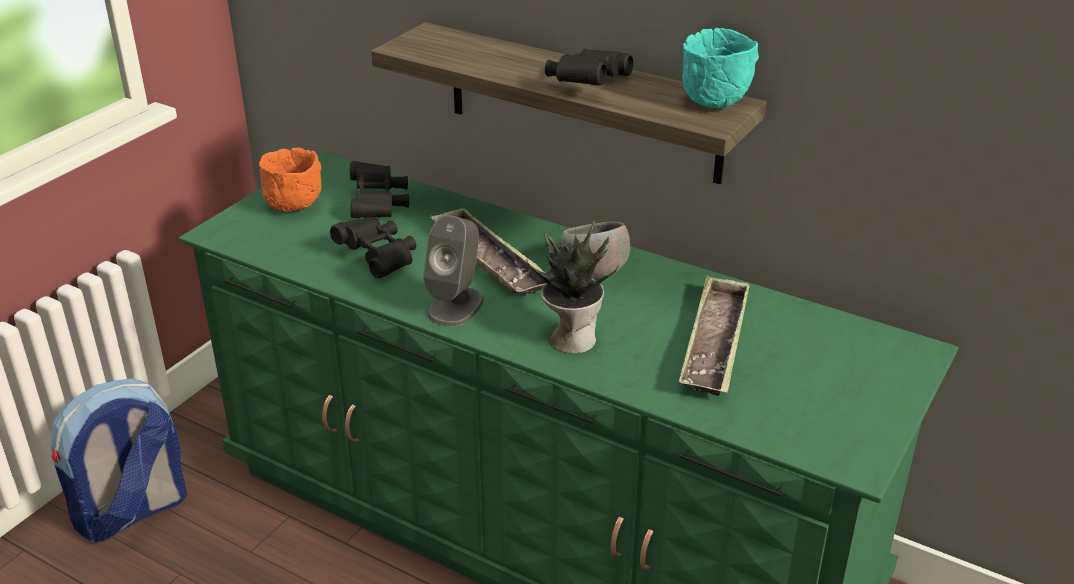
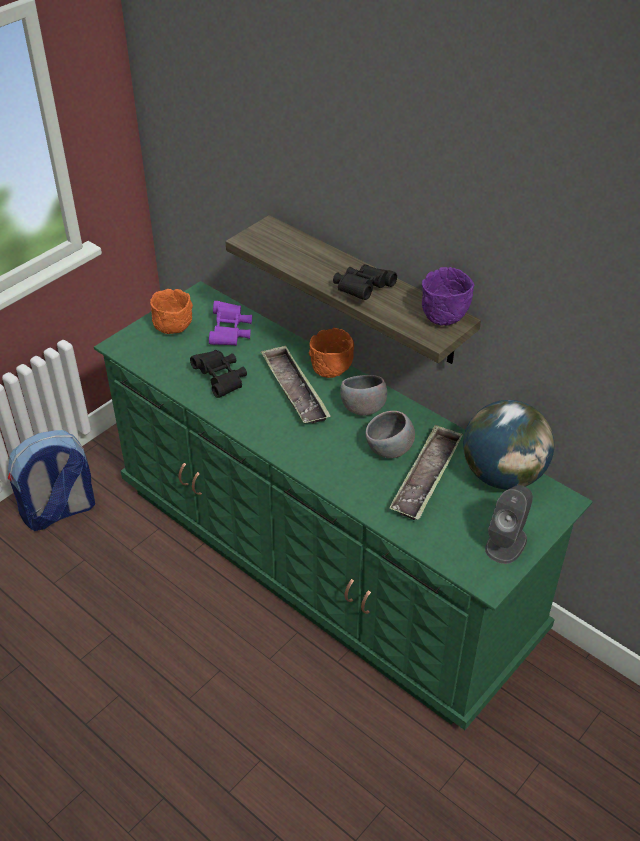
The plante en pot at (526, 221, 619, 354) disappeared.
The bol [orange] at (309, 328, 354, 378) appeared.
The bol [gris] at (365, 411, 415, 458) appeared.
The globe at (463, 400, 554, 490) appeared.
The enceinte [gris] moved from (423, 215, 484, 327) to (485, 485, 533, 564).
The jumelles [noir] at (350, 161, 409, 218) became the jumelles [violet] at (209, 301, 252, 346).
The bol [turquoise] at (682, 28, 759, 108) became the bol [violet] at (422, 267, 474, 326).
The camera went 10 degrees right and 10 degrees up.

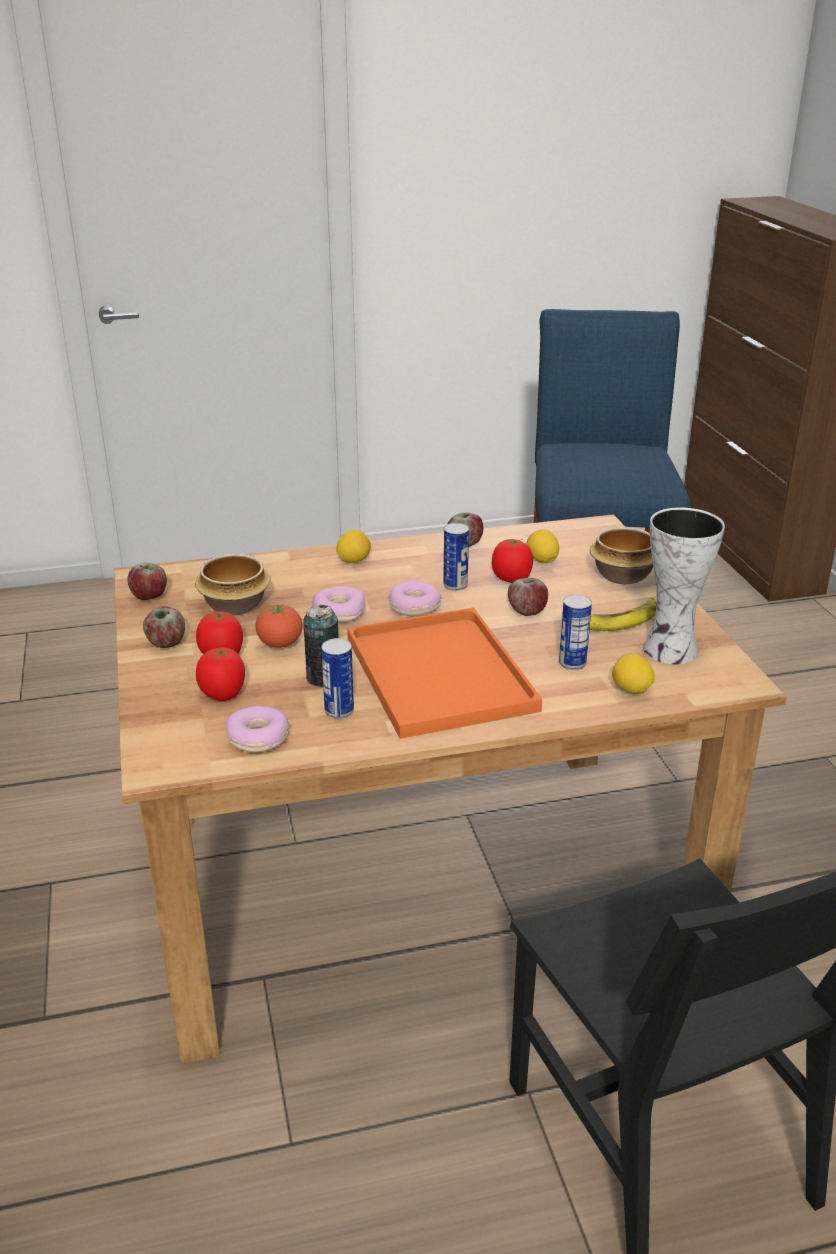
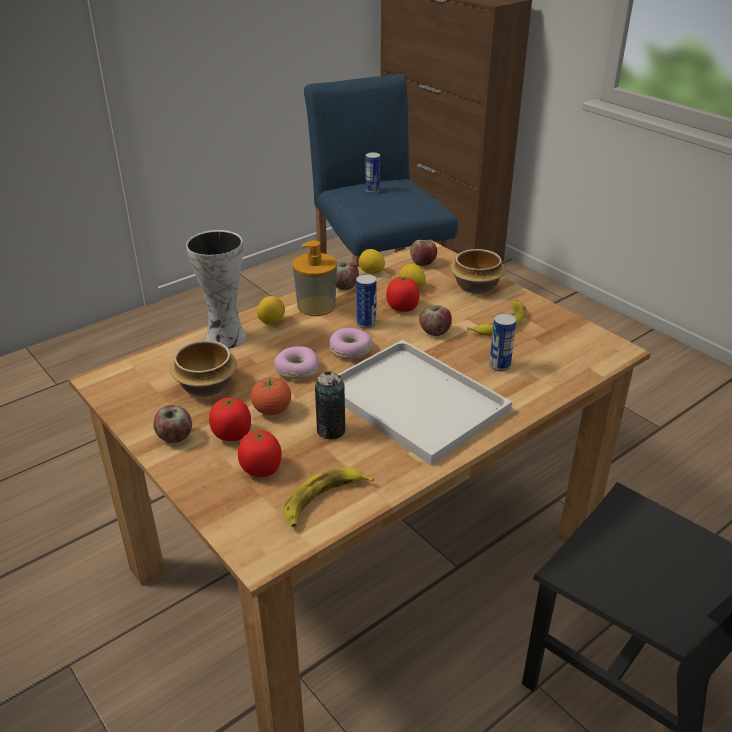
The distributeur de savon at (293, 240, 337, 316) appeared.
The pomme moved from (127, 563, 167, 600) to (410, 240, 437, 266).
The boîte métallique moved from (321, 638, 354, 719) to (366, 152, 380, 193).
The citron moved from (612, 654, 655, 694) to (359, 249, 385, 274).
The vase moved from (643, 507, 725, 665) to (186, 230, 247, 349).
The beignet at (226, 706, 290, 753) was replaced by the banane at (284, 467, 374, 527).
The plateau [orange] at (347, 608, 542, 739) became the plateau [blanc] at (338, 340, 512, 465).
The camera went 25 degrees left and 5 degrees up.

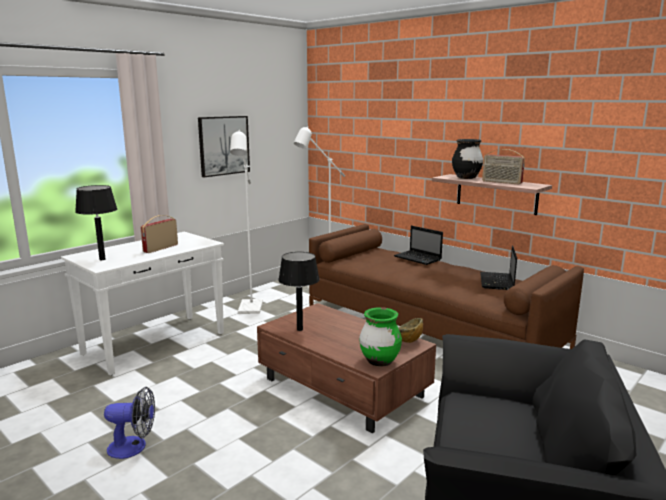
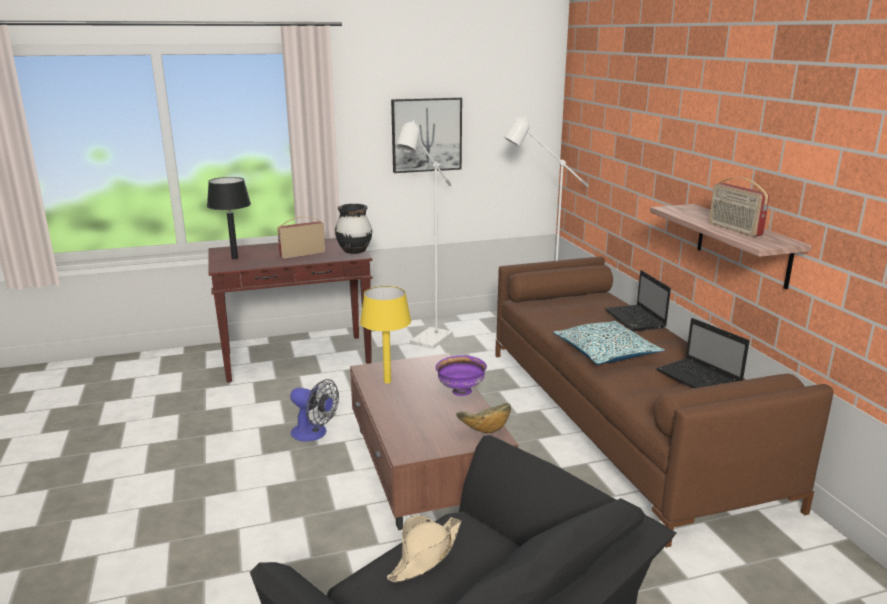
The vase [vert] at (359, 307, 402, 366) disappeared.
The chapeau [beige] at (387, 515, 461, 582) appeared.
The bol [violet] at (435, 355, 487, 396) appeared.
The coussin at (553, 321, 665, 365) appeared.
The ventilateur moved from (104, 387, 155, 459) to (290, 379, 339, 442).
The vase [noir] moved from (452, 139, 483, 179) to (335, 204, 372, 254).
The table console [blanc] at (61, 232, 224, 376) became the table console [marron] at (208, 238, 373, 383).
The lampe de table [noir] at (278, 252, 320, 331) became the lampe de table [jaune] at (360, 286, 411, 383).
The ordinateur portable at (480, 246, 517, 290) turned 75 degrees counterclockwise.
The camera went 30 degrees right and 5 degrees up.

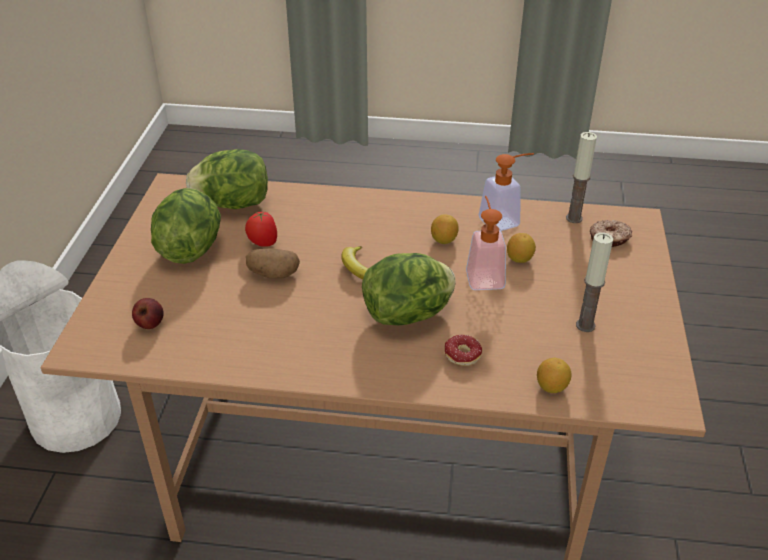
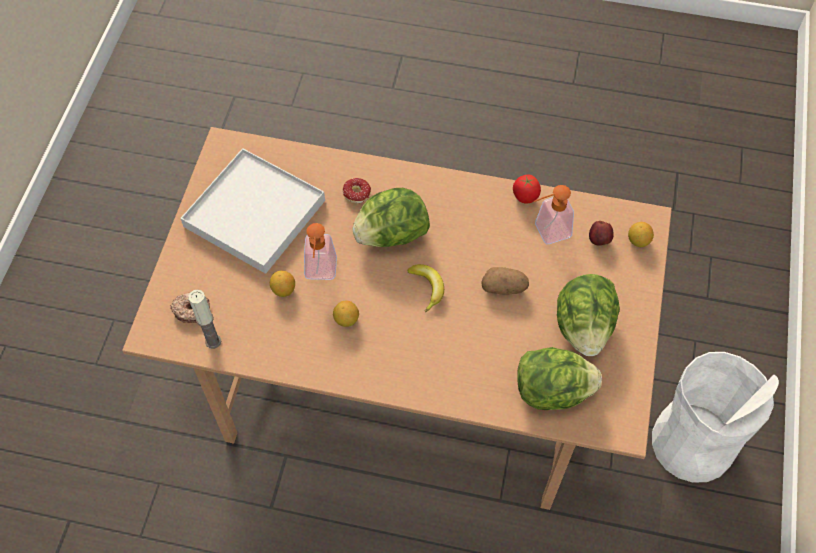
The tomate moved from (245, 212, 277, 247) to (513, 174, 541, 203).
The distributeur de savon moved from (479, 153, 534, 231) to (534, 185, 574, 244).
The citron moved from (537, 358, 572, 393) to (628, 222, 654, 247).
The bougie at (576, 232, 613, 332) was replaced by the plateau [blanc] at (180, 148, 325, 274).
The camera went 175 degrees left and 20 degrees up.

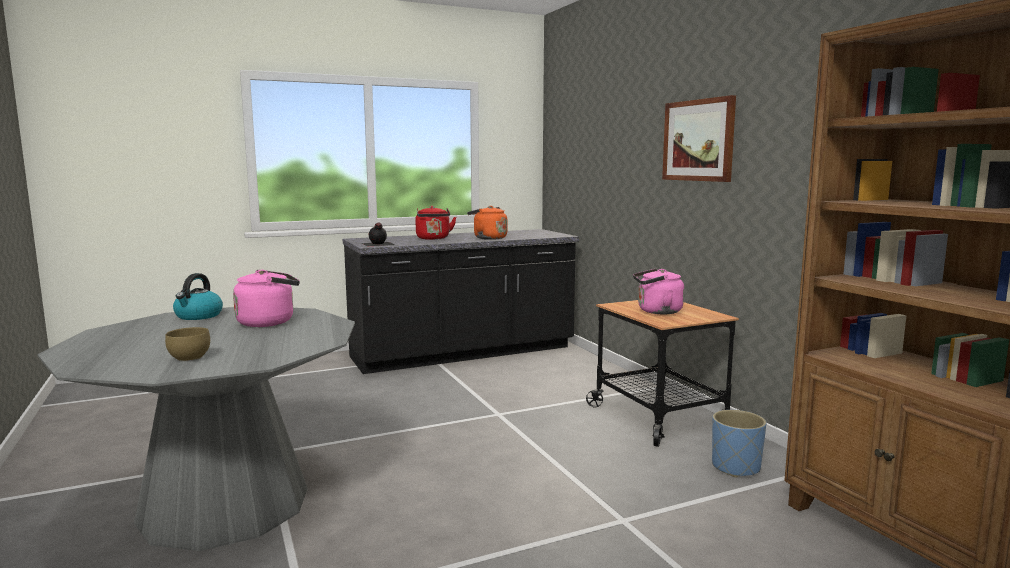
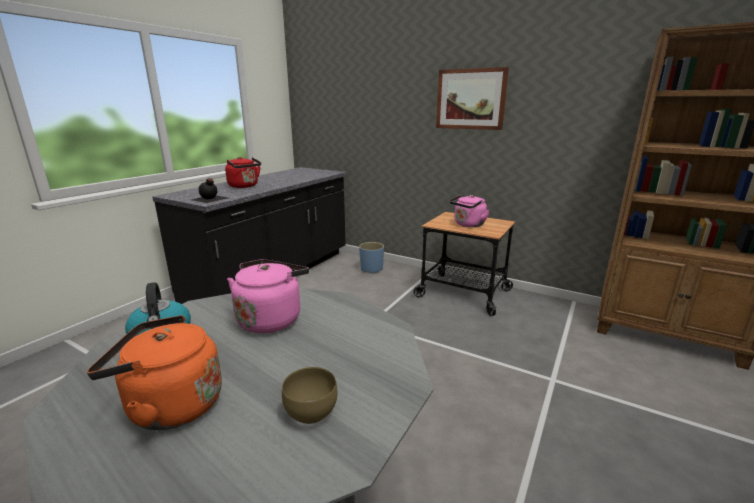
The bouilloire [orange] moved from (467, 206, 507, 240) to (87, 315, 222, 430).
The cache-pot [bleu] moved from (712, 410, 766, 478) to (359, 242, 384, 274).
The camera went 35 degrees left and 10 degrees up.

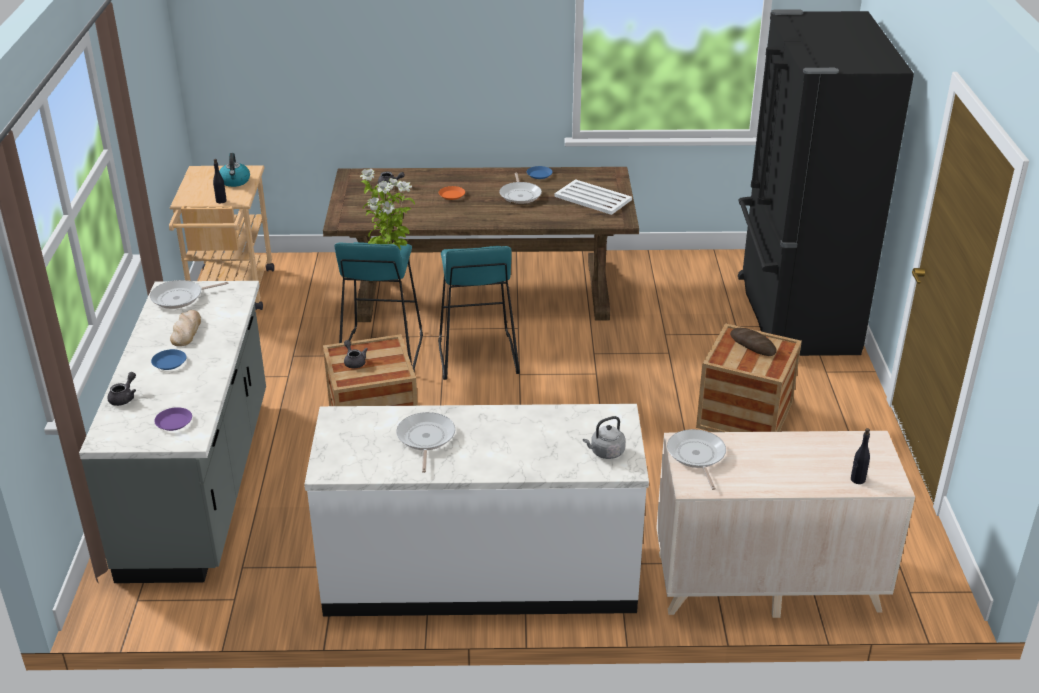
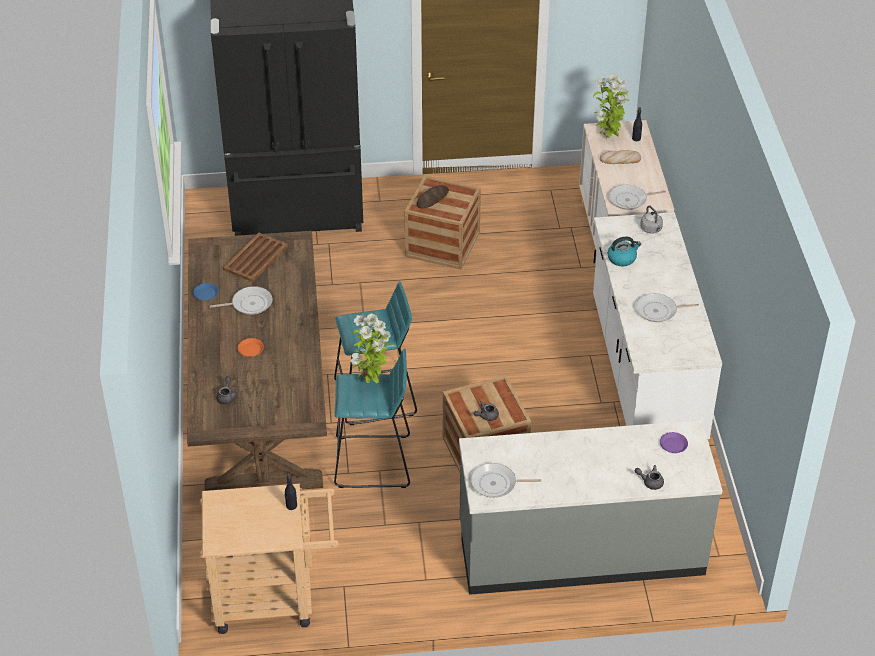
The assiette [bleu] at (151, 349, 186, 370) disappeared.
The plante en pot at (593, 74, 629, 140) appeared.
The pain moved from (170, 310, 201, 346) to (600, 150, 641, 164).
The bouilloire moved from (219, 153, 250, 187) to (607, 236, 641, 266).
The plateau [blanc] at (554, 179, 632, 215) became the plateau [marron] at (223, 233, 288, 282).
The poêle at (150, 280, 229, 309) turned 120 degrees clockwise.
The camera went 95 degrees left and 10 degrees up.

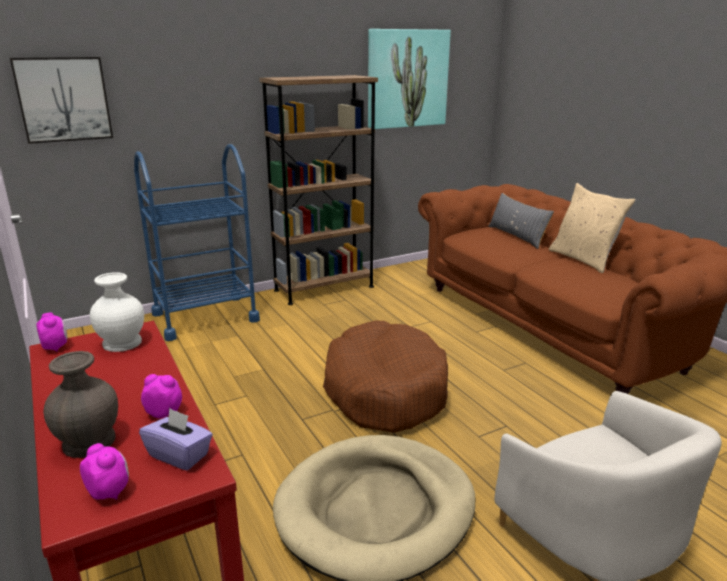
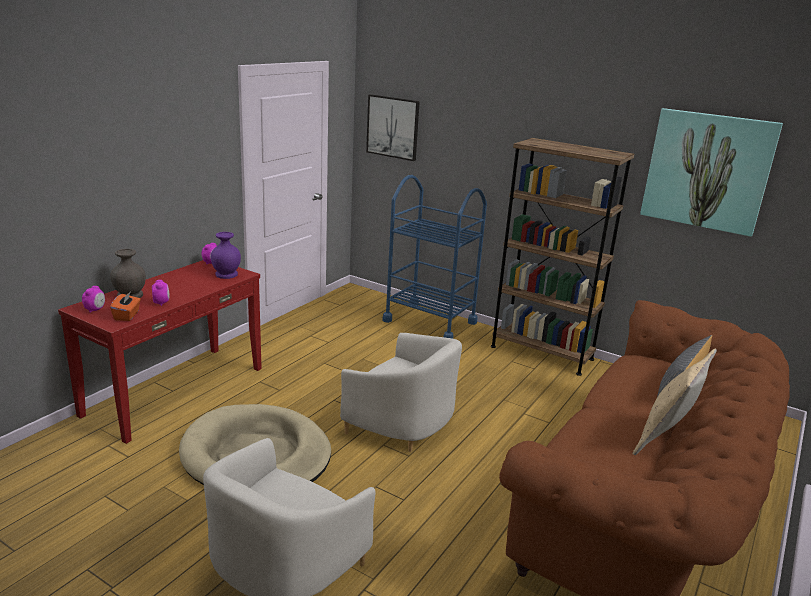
The panier pour chien [marron] at (323, 321, 448, 433) was replaced by the fauteuil [blanc] at (340, 333, 462, 452).
The vase [blanc] at (90, 272, 144, 352) became the vase [violet] at (211, 232, 241, 279).
The boîte à mouchoirs [violet] at (139, 408, 213, 470) became the boîte à mouchoirs [orange] at (110, 291, 141, 321).
The camera went 60 degrees right and 0 degrees up.

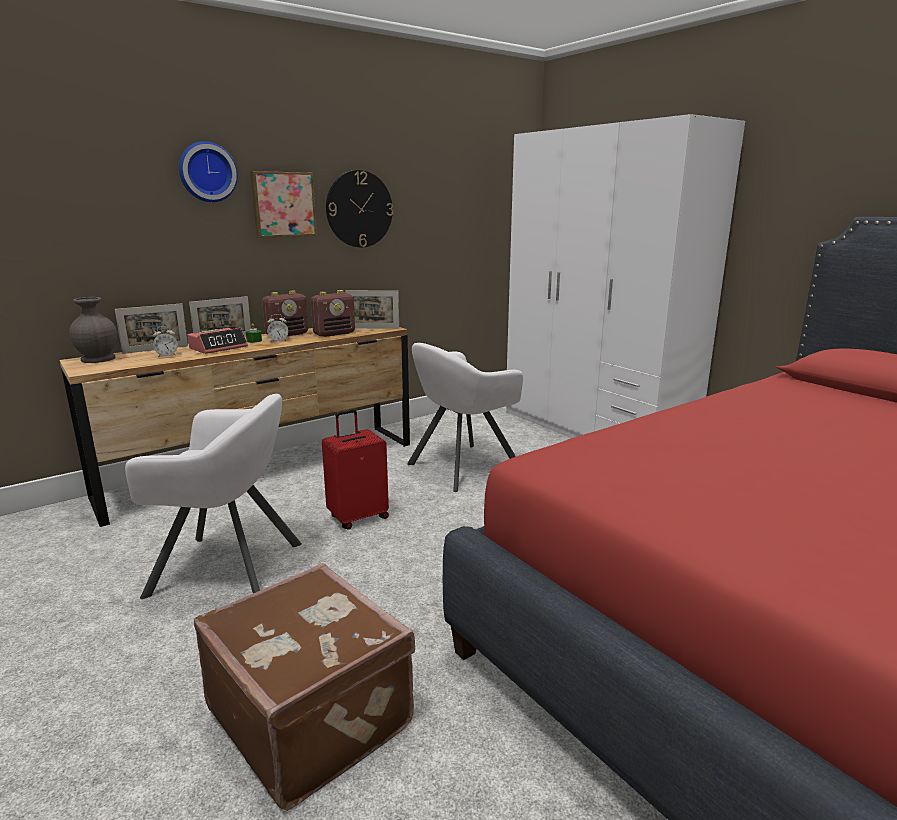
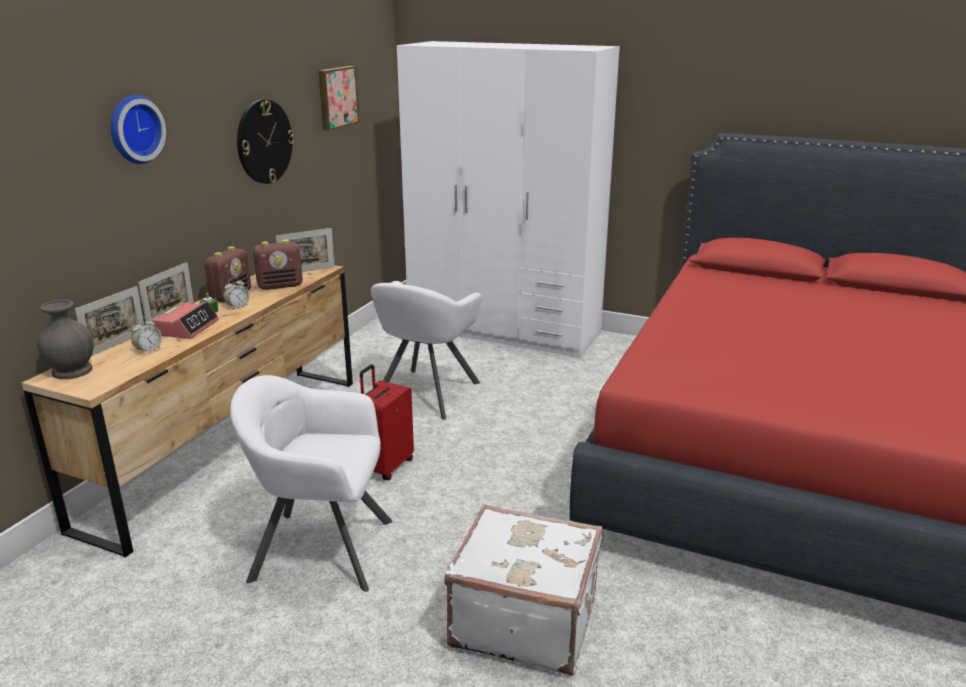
The tableau moved from (250, 171, 317, 238) to (318, 66, 359, 131).
The valise [marron] at (194, 563, 415, 811) became the valise [blanc] at (444, 504, 603, 676).
The fauteuil [blanc] at (125, 394, 302, 599) turned 150 degrees counterclockwise.
The radio at (311, 290, 355, 337) turned 45 degrees clockwise.
The camera went 30 degrees left and 5 degrees up.

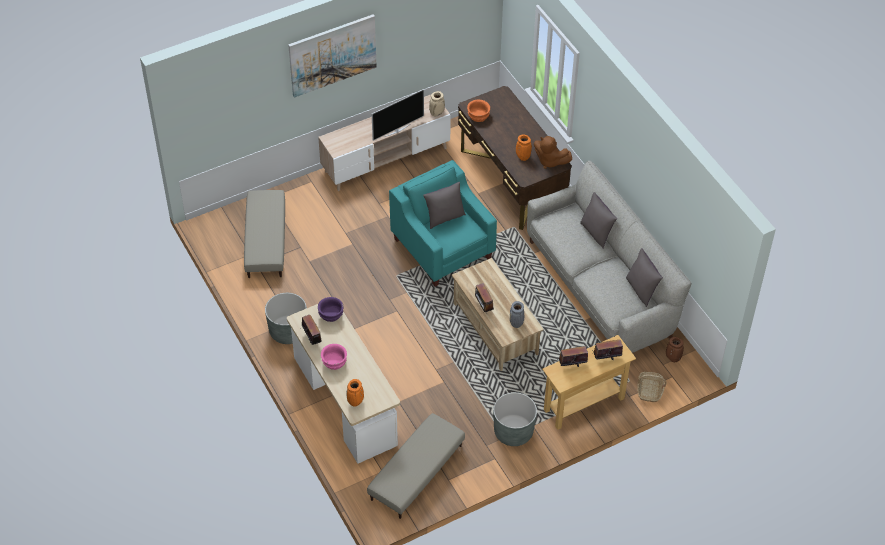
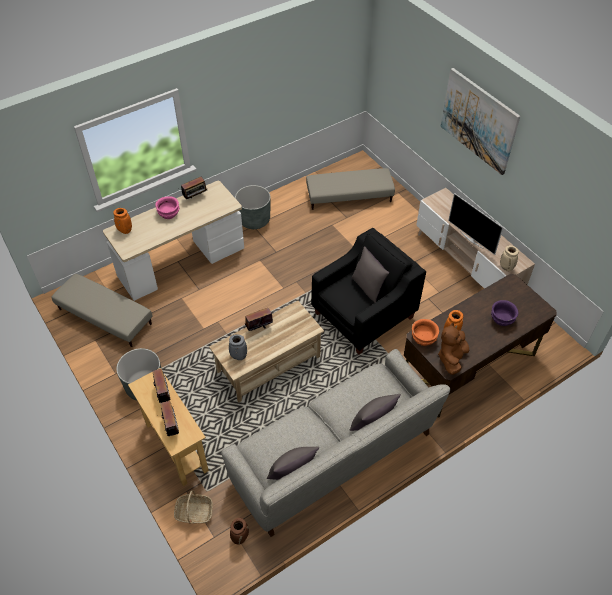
The bol [violet] moved from (318, 297, 343, 322) to (491, 300, 518, 326).
The bol [orange] moved from (467, 100, 490, 122) to (412, 319, 439, 346).
The fauteuil [turquoise] at (389, 160, 497, 287) became the fauteuil [noir] at (311, 228, 426, 355).
The camera went 85 degrees right and 0 degrees up.

